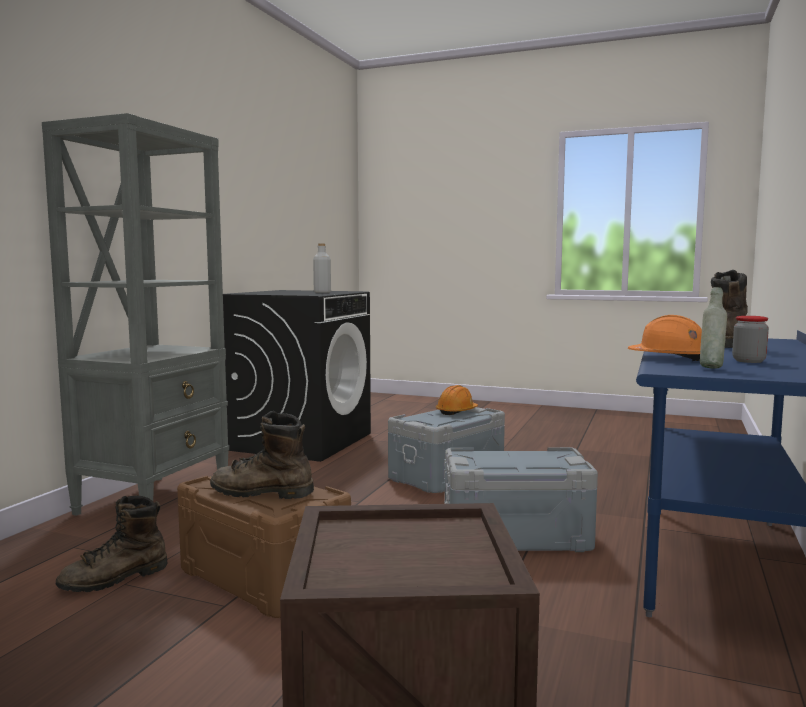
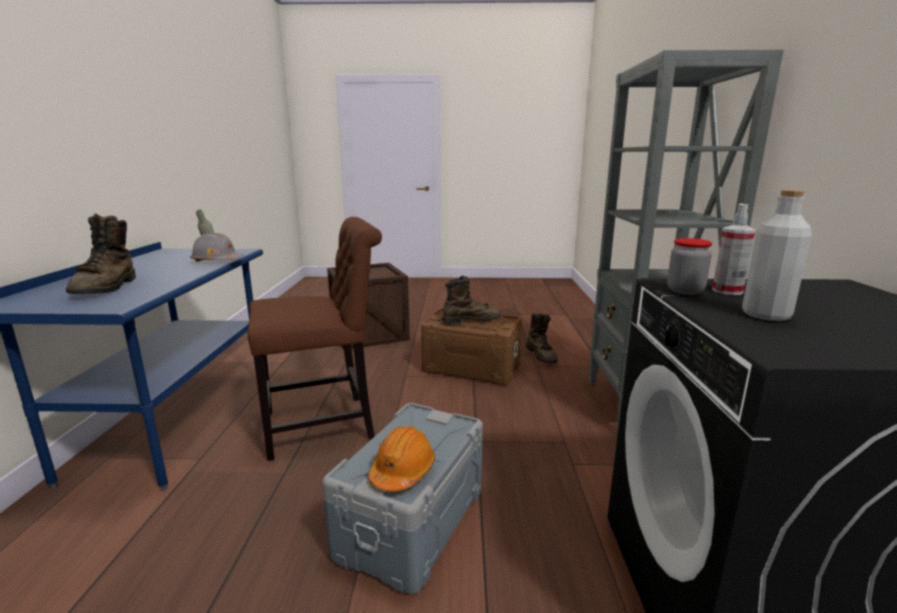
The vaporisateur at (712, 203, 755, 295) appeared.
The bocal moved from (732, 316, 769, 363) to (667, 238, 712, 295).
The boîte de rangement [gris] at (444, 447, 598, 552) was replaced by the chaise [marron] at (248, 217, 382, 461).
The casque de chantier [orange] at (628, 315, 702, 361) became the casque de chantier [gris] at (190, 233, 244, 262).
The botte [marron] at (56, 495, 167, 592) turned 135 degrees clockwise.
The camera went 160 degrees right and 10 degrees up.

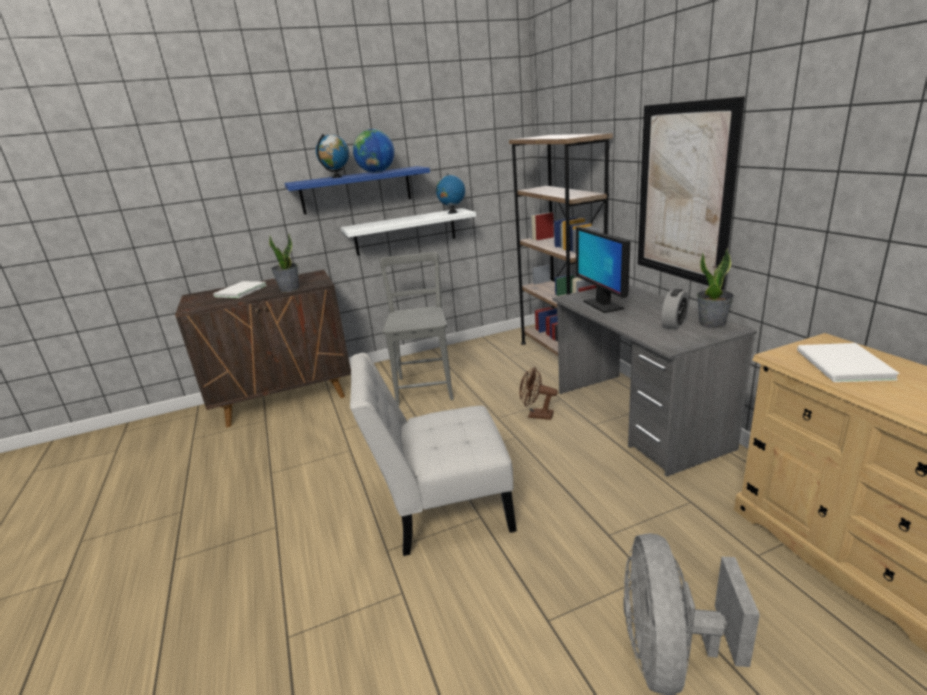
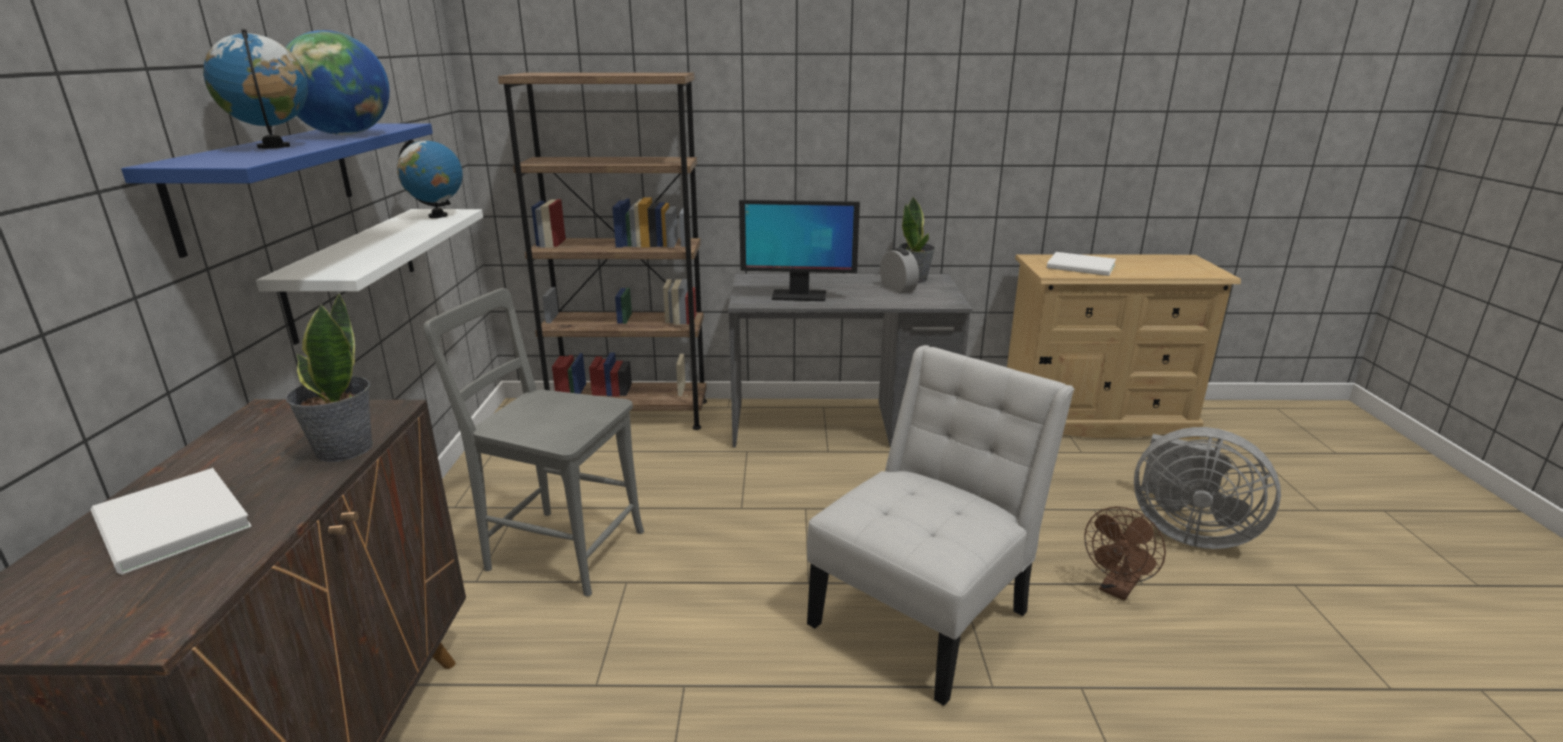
The tableau at (638, 96, 745, 290) disappeared.
The ventilateur [marron] moved from (519, 367, 558, 420) to (1084, 506, 1166, 600).
The chaise [blanc] at (350, 353, 517, 556) turned 150 degrees counterclockwise.
The camera went 70 degrees left and 0 degrees up.

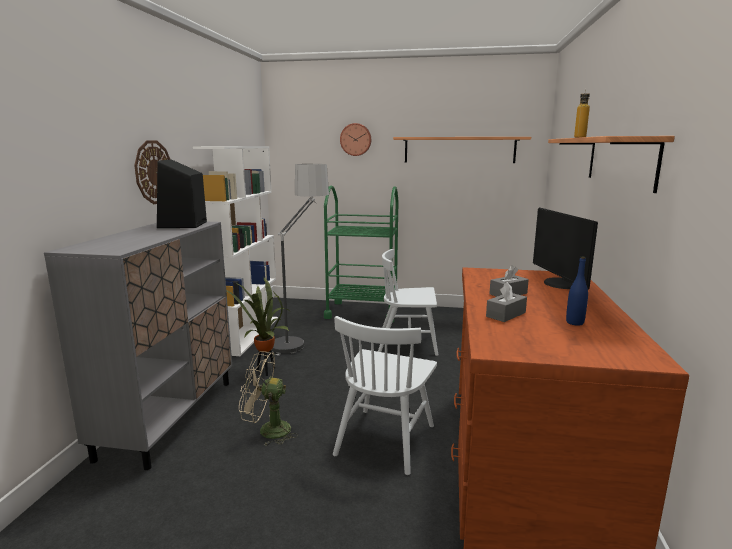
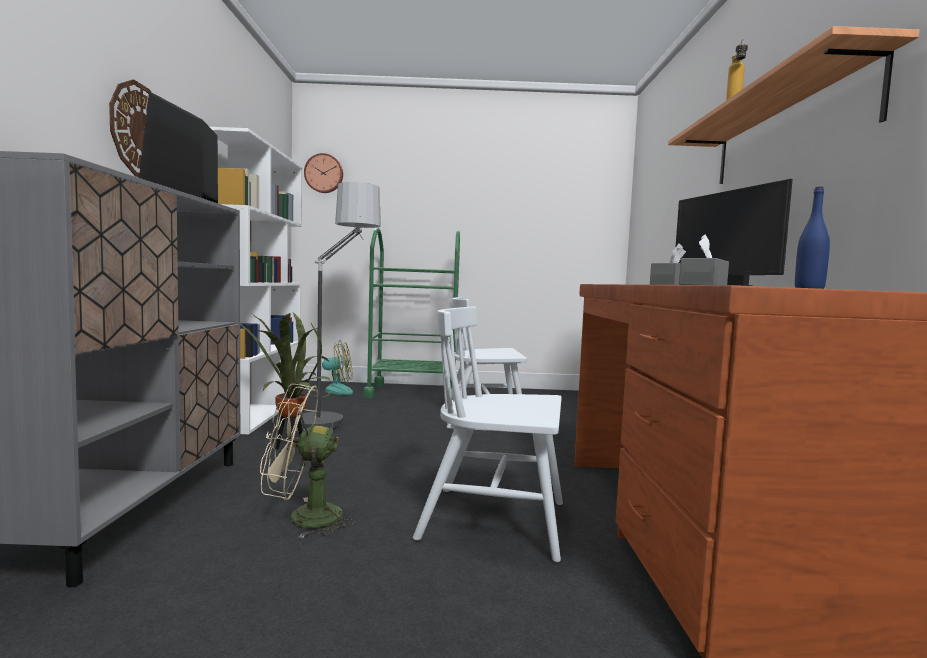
The étagère at (393, 137, 531, 163) disappeared.
The ventilateur at (308, 340, 353, 397) appeared.
The horloge murale moved from (340, 123, 371, 156) to (304, 153, 343, 193).
The chaise [blanc] at (333, 316, 437, 475) turned 90 degrees clockwise.
The camera went 10 degrees left and 10 degrees down.

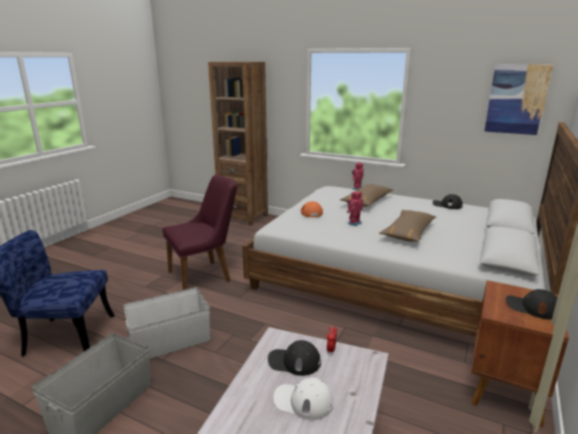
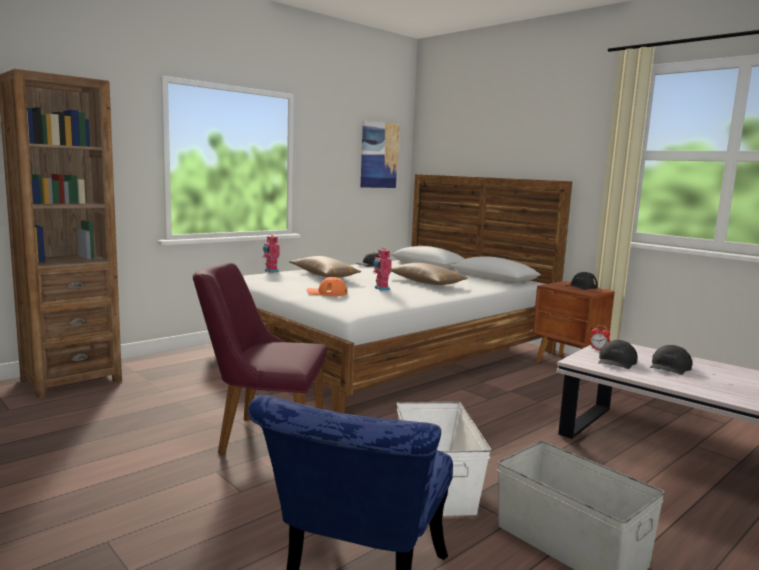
The casquette [blanc] at (274, 377, 334, 420) became the casquette [noir] at (650, 345, 692, 375).
The chaise [violet] at (162, 175, 238, 290) turned 75 degrees counterclockwise.
The camera went 70 degrees left and 10 degrees down.

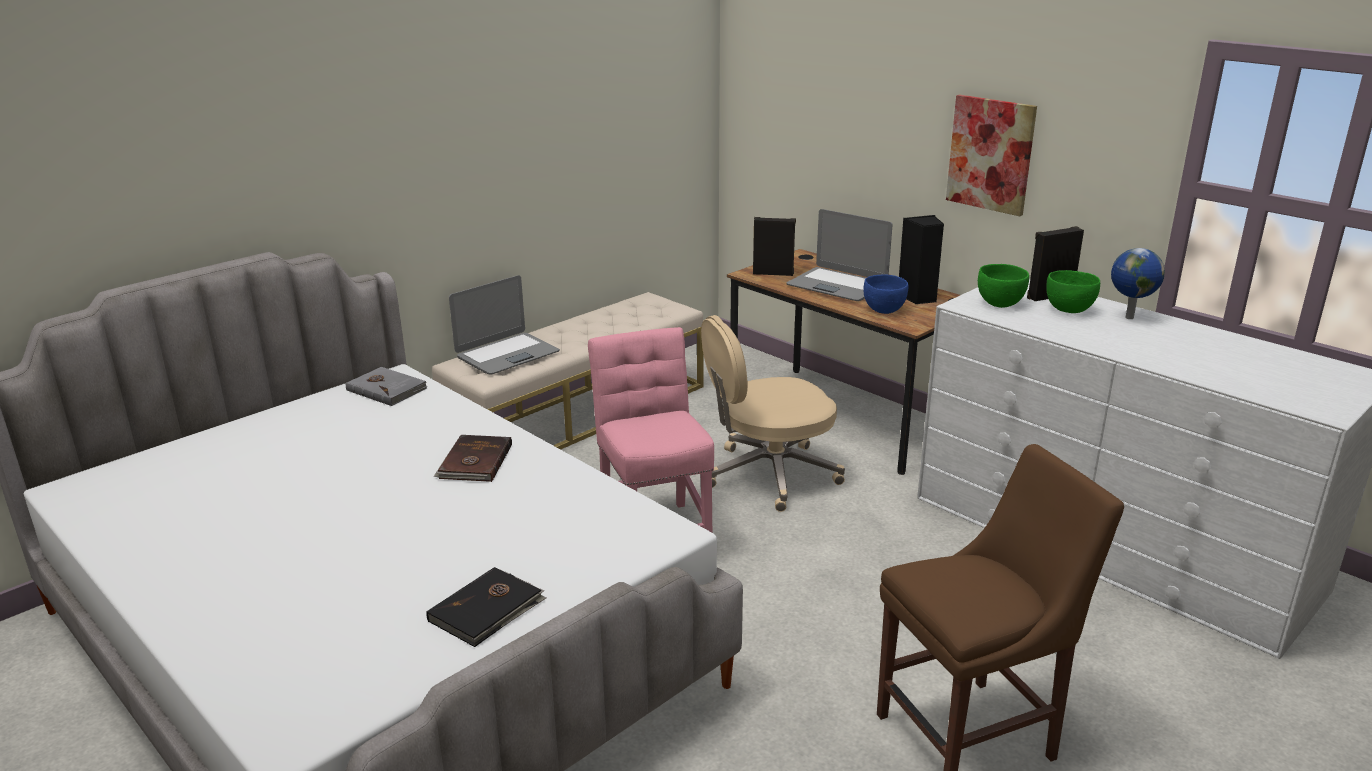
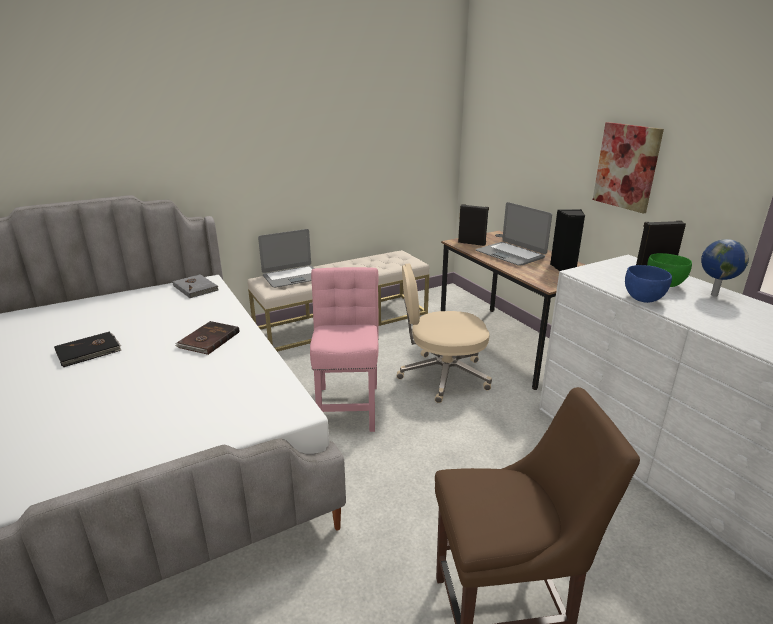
The bol [vert] at (978, 264, 1029, 308) disappeared.
The livre [noir] moved from (426, 567, 547, 647) to (54, 332, 121, 367).
The bol [bleu] moved from (863, 275, 908, 314) to (625, 265, 672, 303).
The camera went 15 degrees right and 0 degrees up.

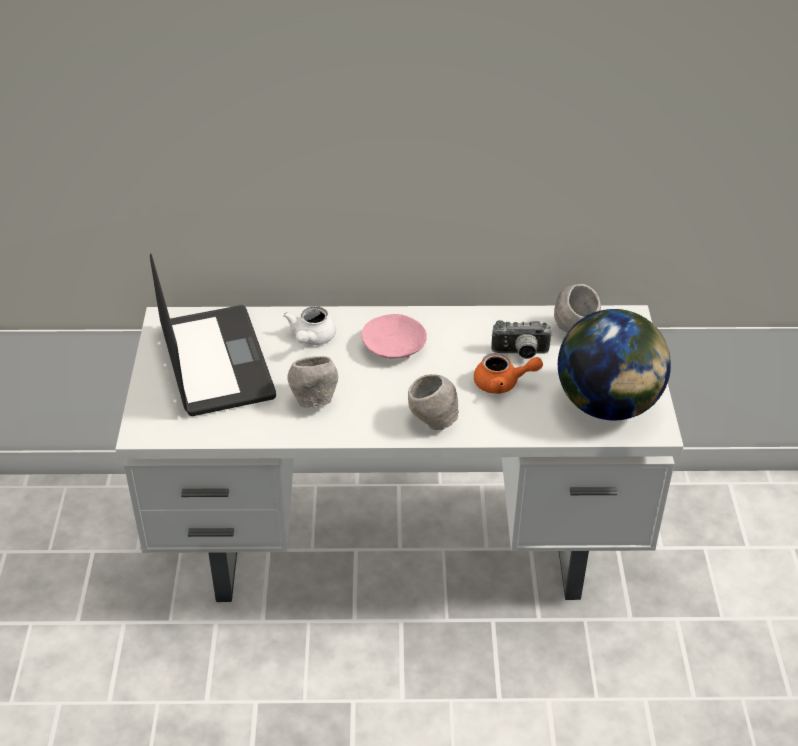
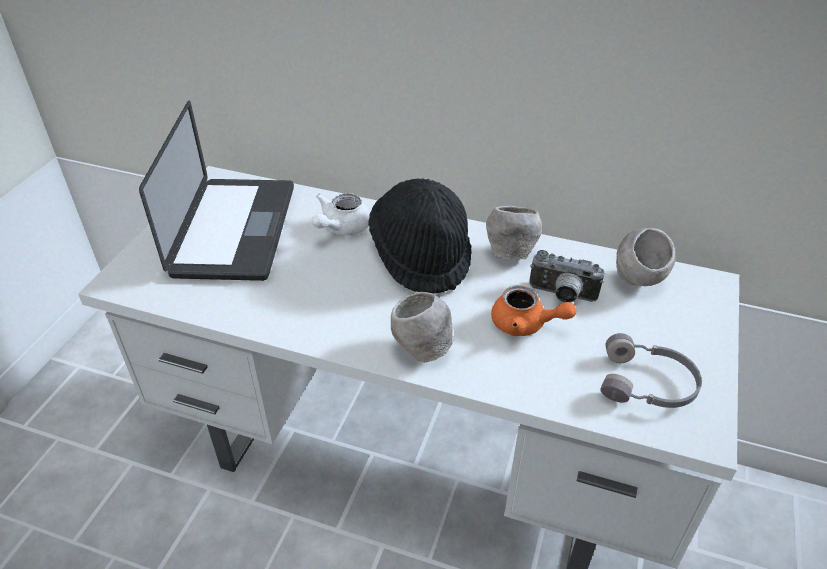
The bol [gris] moved from (287, 356, 338, 408) to (486, 206, 542, 260).
The bol [rose] at (361, 314, 427, 359) was replaced by the chapeau [noir] at (368, 179, 472, 293).
The globe at (558, 309, 671, 420) was replaced by the casque audio [gris] at (600, 333, 702, 408).
The camera went 20 degrees right and 0 degrees up.

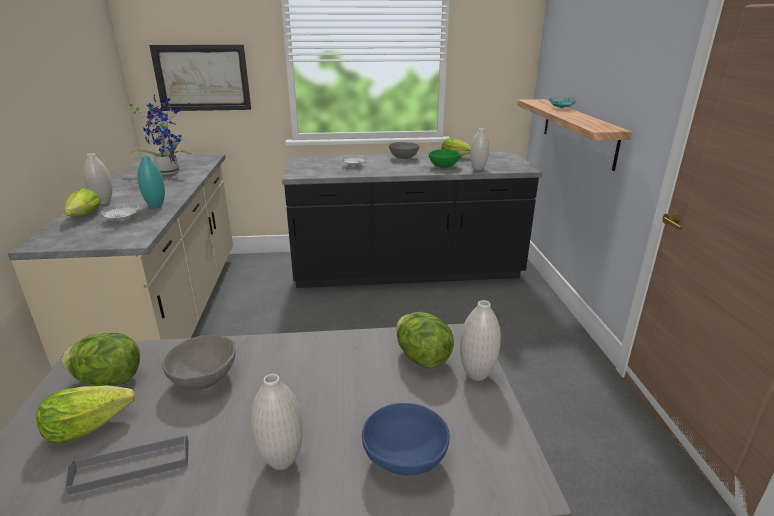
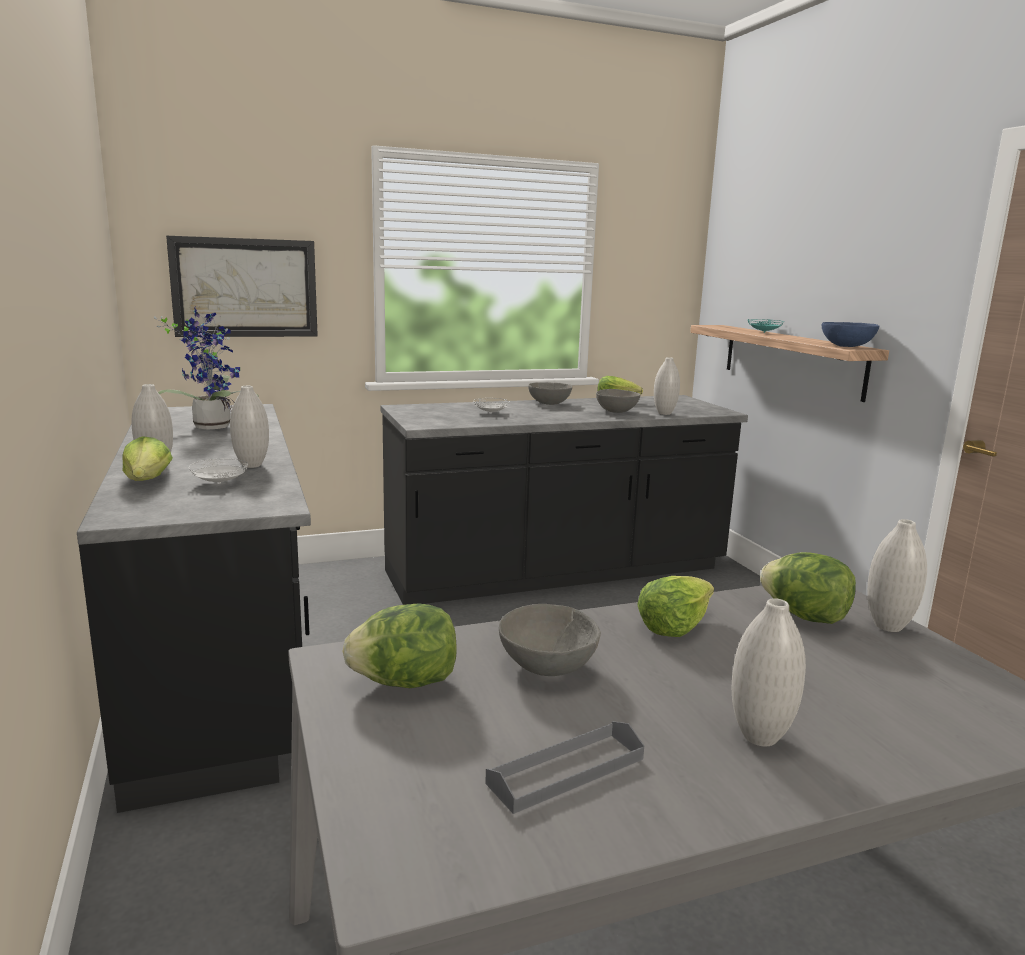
The laitue moved from (36, 385, 135, 444) to (637, 576, 714, 637).
The bol [bleu] moved from (362, 403, 450, 475) to (822, 322, 879, 347).
The comptoir de cuisine [beige] at (8, 154, 233, 368) became the comptoir de cuisine [noir] at (77, 404, 311, 813).
The vase [turquoise] at (137, 155, 165, 208) became the vase [blanc] at (230, 386, 269, 468).
The bol [vert] at (428, 149, 461, 168) became the bol [gris] at (596, 389, 640, 413).
The camera went 15 degrees left and 10 degrees down.

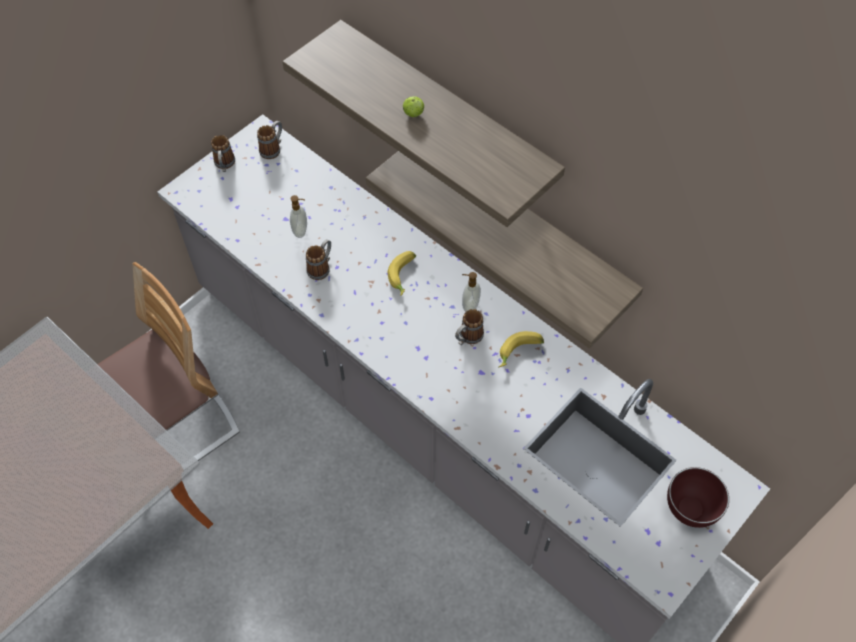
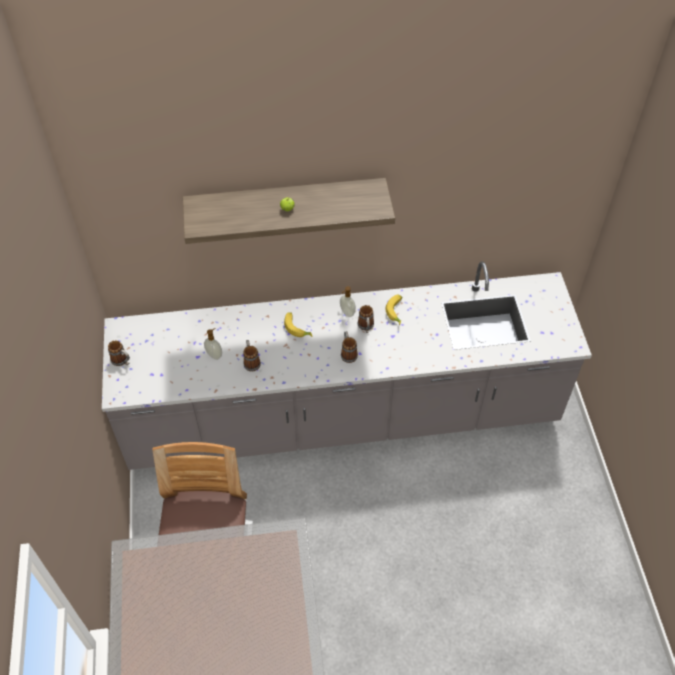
The étagère at (366, 151, 643, 349) disappeared.
The bol [marron] at (667, 467, 729, 528) disappeared.
The mug moved from (257, 121, 282, 159) to (341, 331, 358, 363).
The camera went 50 degrees left and 5 degrees down.

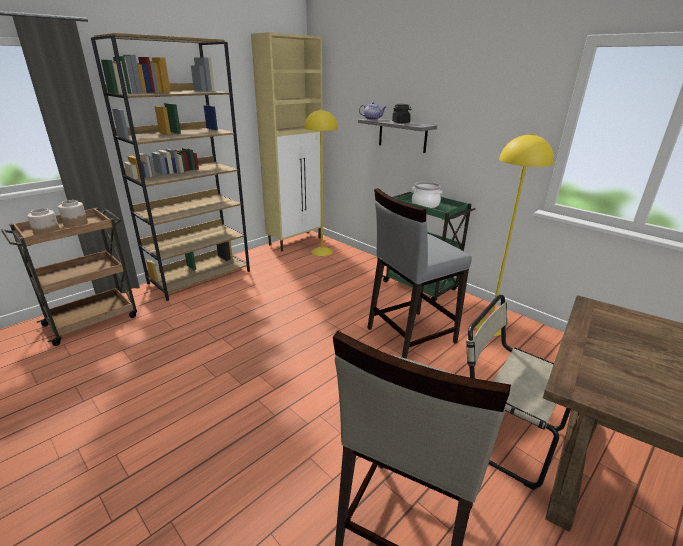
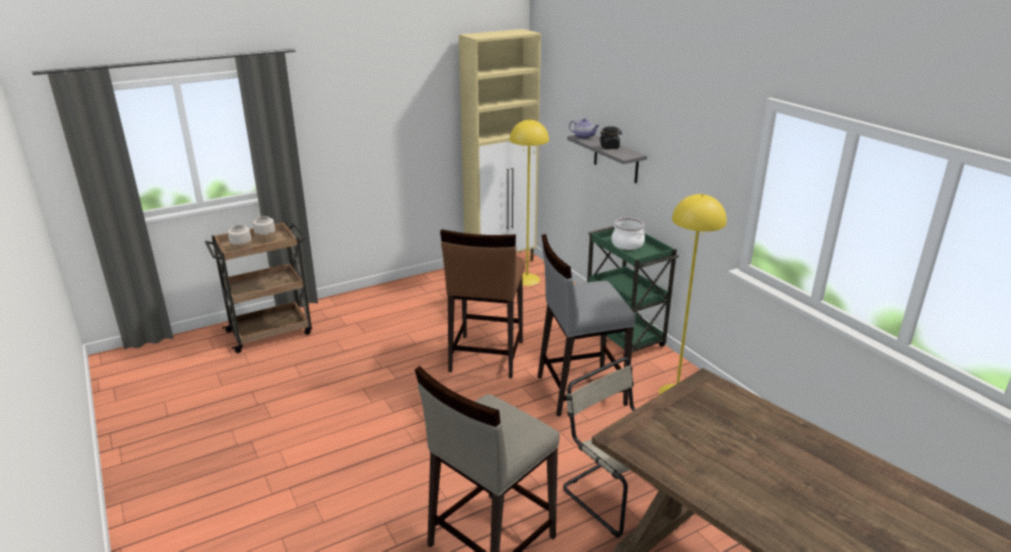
The bibliothèque [marron] at (91, 33, 250, 301) disappeared.
The tabouret [marron] at (440, 229, 525, 378) appeared.
The camera went 15 degrees right and 0 degrees up.

